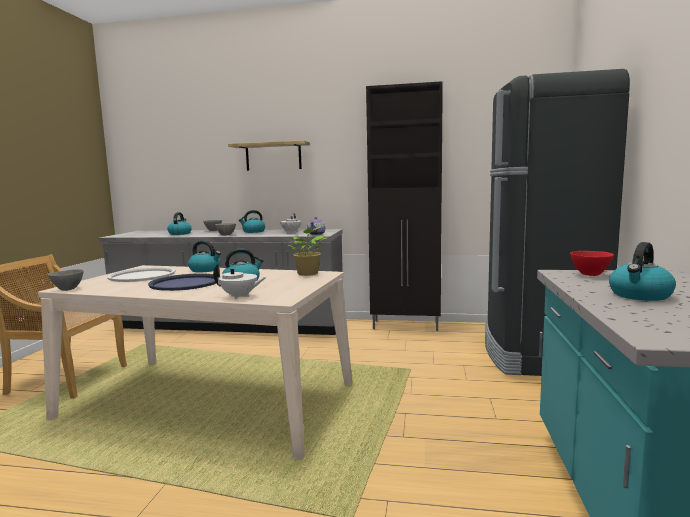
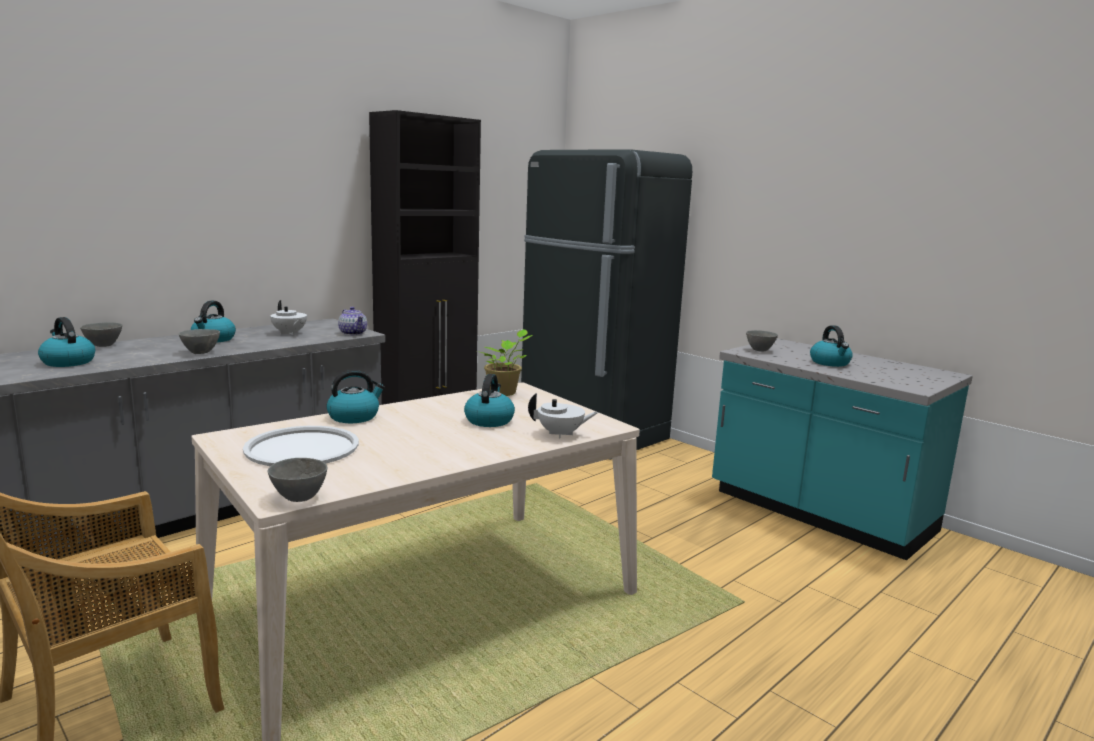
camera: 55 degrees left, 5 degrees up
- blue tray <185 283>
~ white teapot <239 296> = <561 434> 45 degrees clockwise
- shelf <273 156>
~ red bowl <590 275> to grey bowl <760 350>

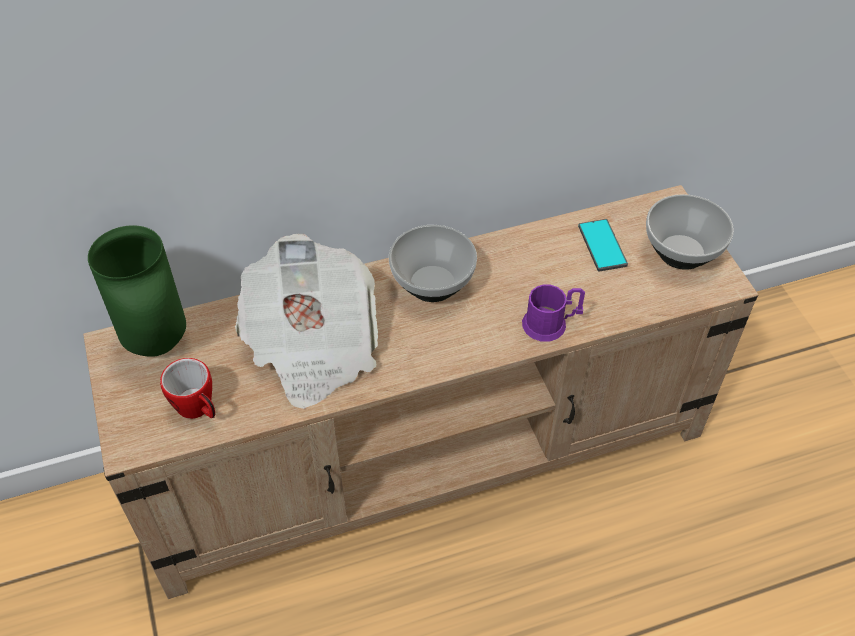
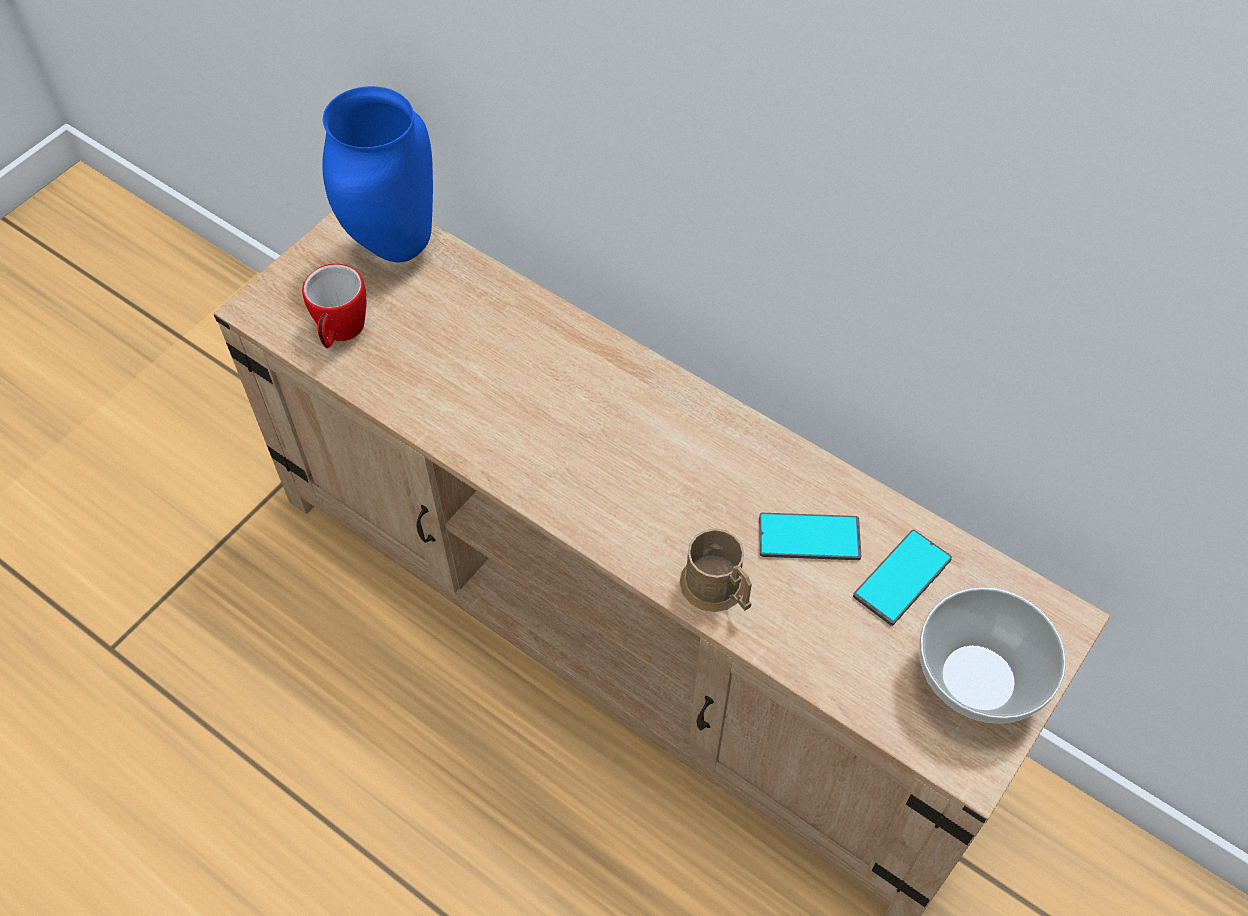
camera: 55 degrees right, 5 degrees up
~ green vase <155 344> to blue vase <393 246>
- newspaper <312 346>
- bowl <432 285>
~ purple mug <551 324> to brown mug <719 590>
+ phone <809 537>

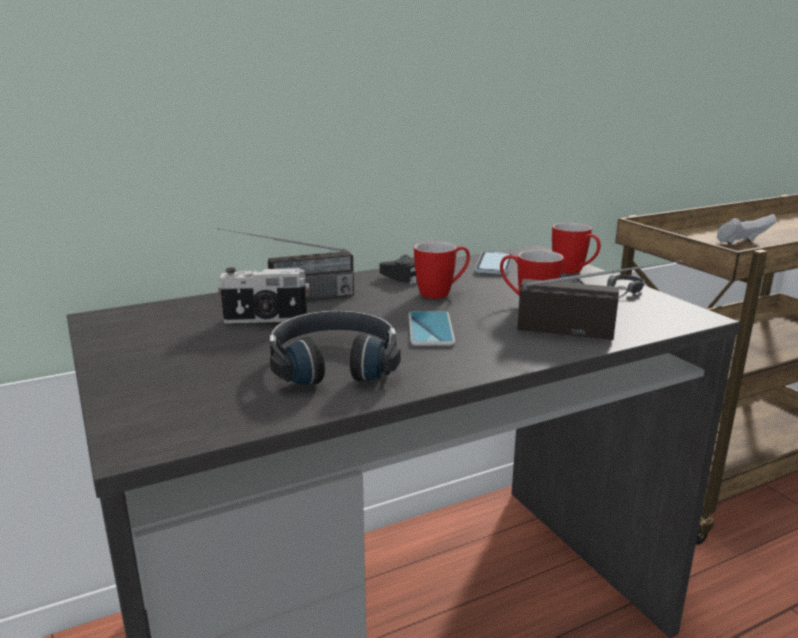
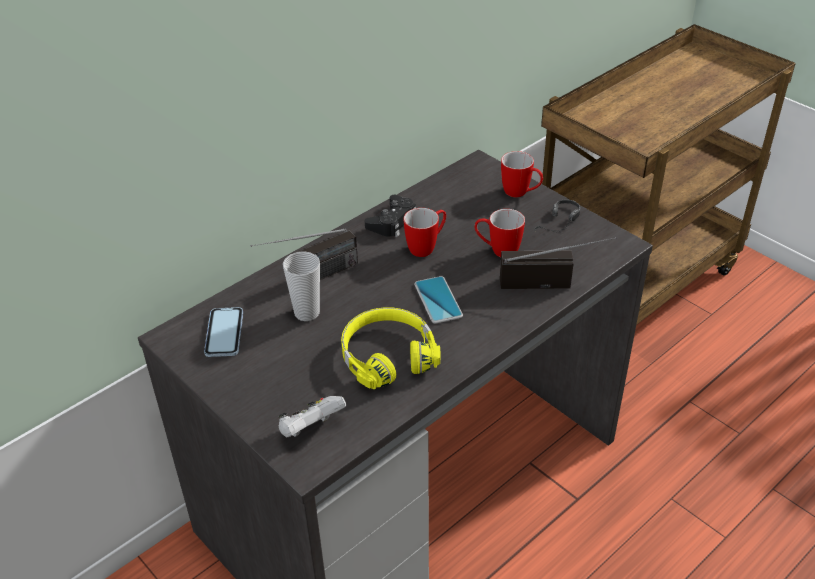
camera: 15 degrees left, 20 degrees up
~ photo camera <265 320> to cup <307 313>
~ black headphones <334 363> to yellow headphones <387 355>
~ phone <494 265> to <224 333>
~ white game controller <741 243> to <311 429>

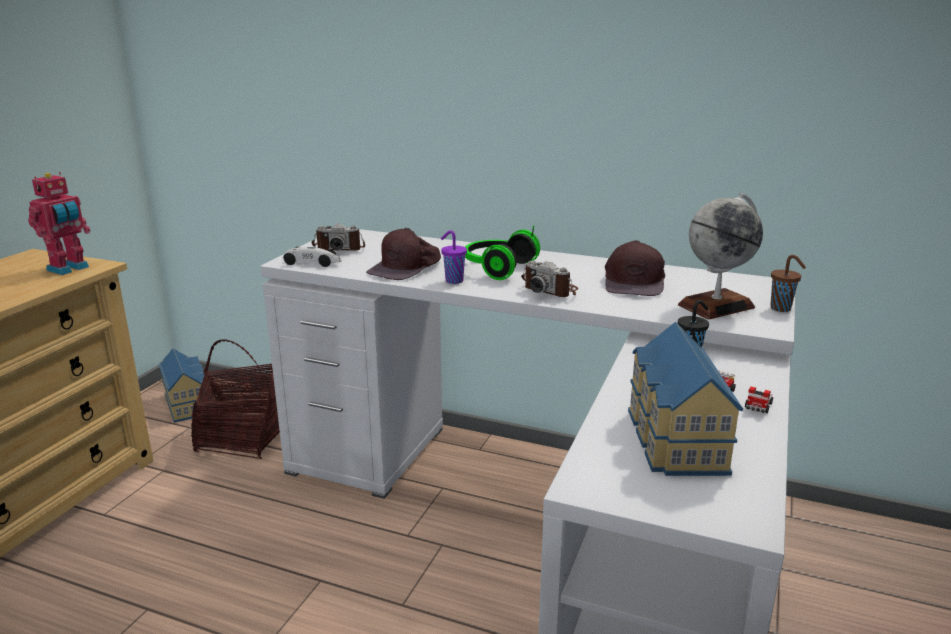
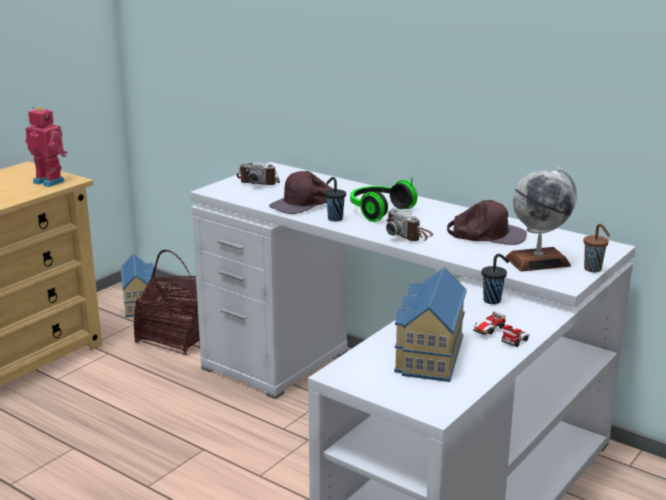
camera: 15 degrees right, 0 degrees up
~ toy robot <69 269> = <50 181> 105 degrees counterclockwise
- toy car <312 263>
~ purple cup <453 281> to black cup <334 219>
~ brown cap <635 282> = <487 234> 105 degrees counterclockwise

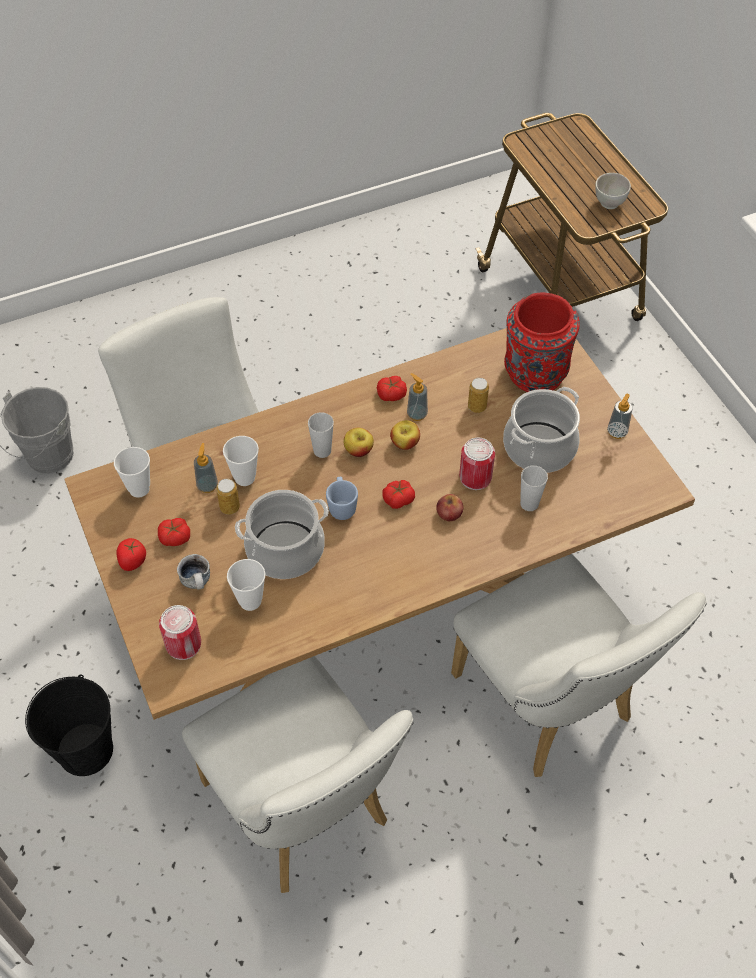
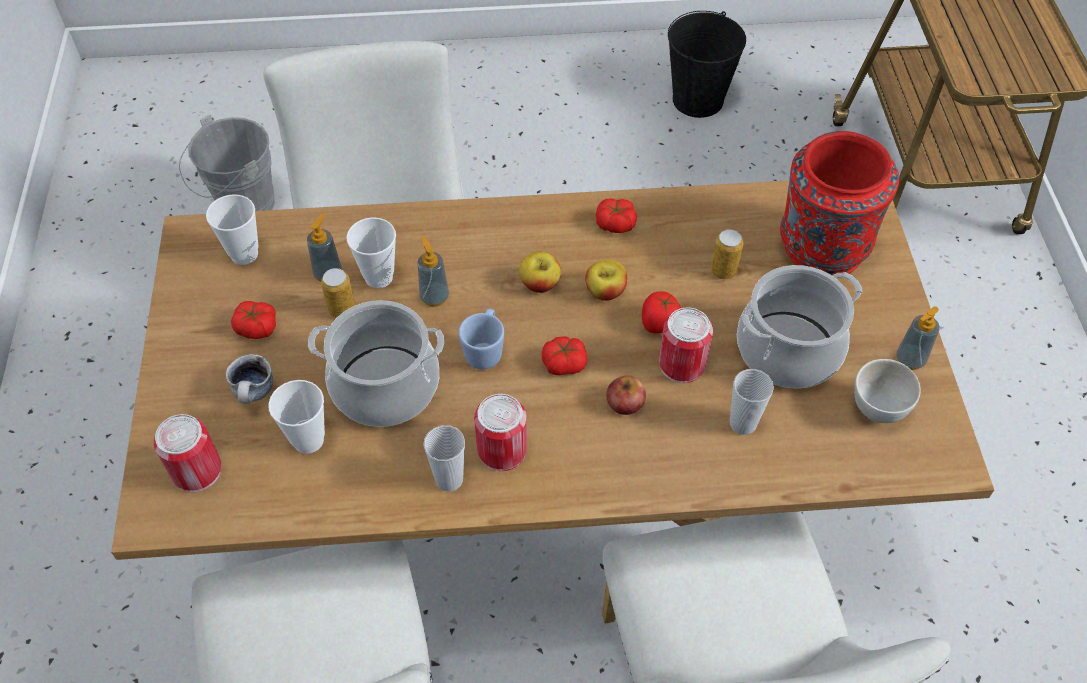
camera: 20 degrees right, 0 degrees up
~ black bucket <86 750> to <698 100>
~ tomato <132 561> to <658 323>
~ cup <322 451> to <449 479>
~ soap dispenser <417 414> to <434 297>
~ white bowl <609 204> to <877 410>
+ can <502 450>

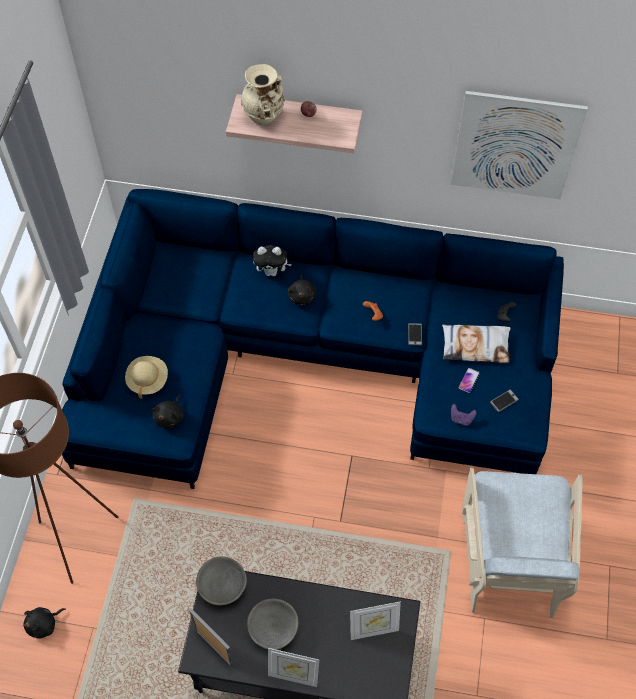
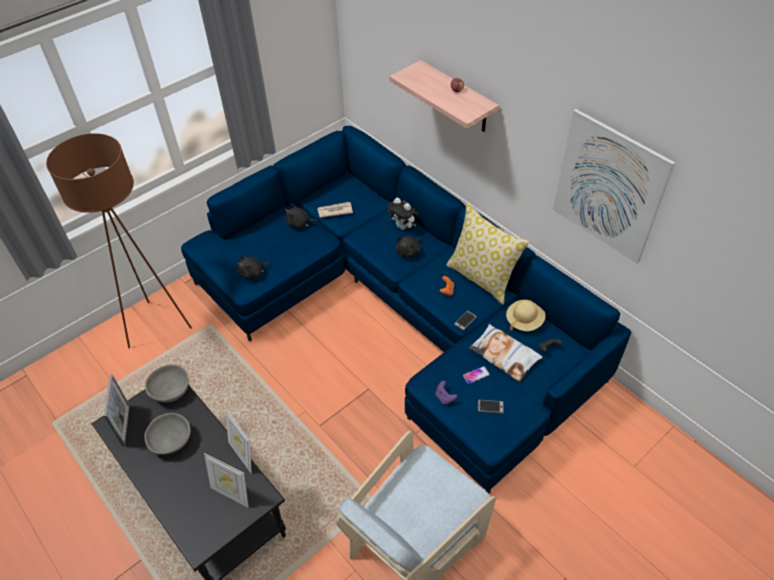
camera: 40 degrees right, 10 degrees down
~ black plush toy <44 624> to <299 224>
~ beige hat <147 380> to <524 321>
- beige vase <265 117>
~ picture frame <293 676> to <243 454>
+ newspaper <334 211>
+ pillow <482 278>

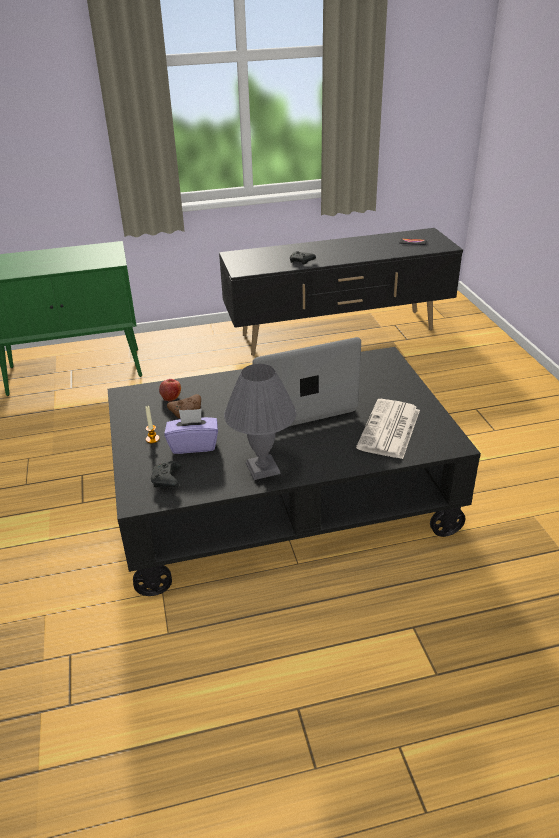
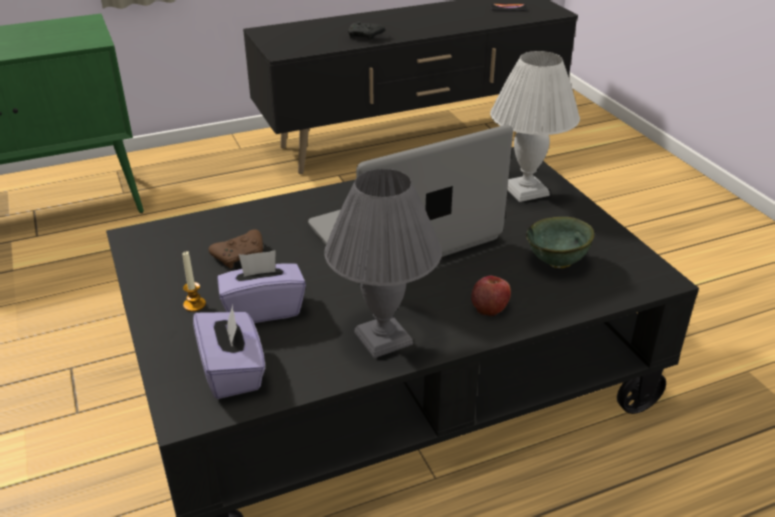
camera: 10 degrees left, 0 degrees up
~ black game controller <167 480> to purple tissue box <233 371>
~ apple <171 397> to <490 307>
~ newspaper <389 430> to green bowl <557 263>
+ white table lamp <525 191>

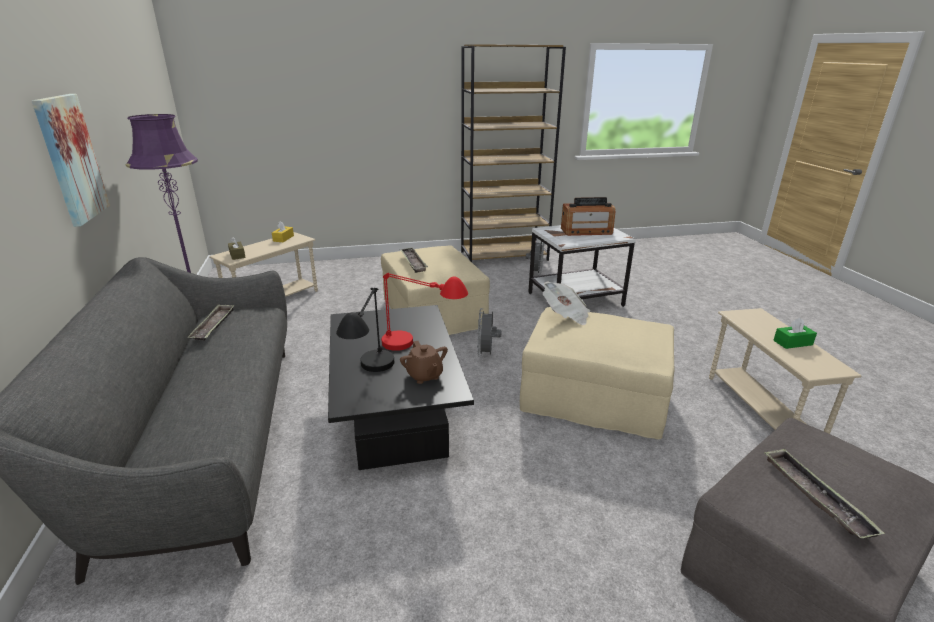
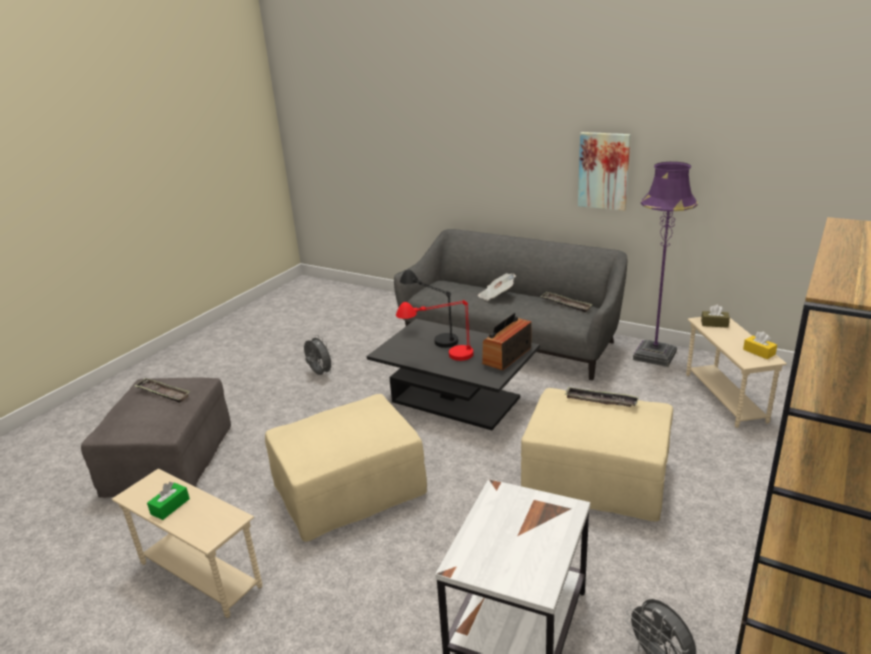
camera: 135 degrees right, 0 degrees up
- brown teapot <424 375>
~ grey fan <486 354> to <320 374>
~ newspaper <565 315> to <496 296>
~ radio <586 231> to <507 356>

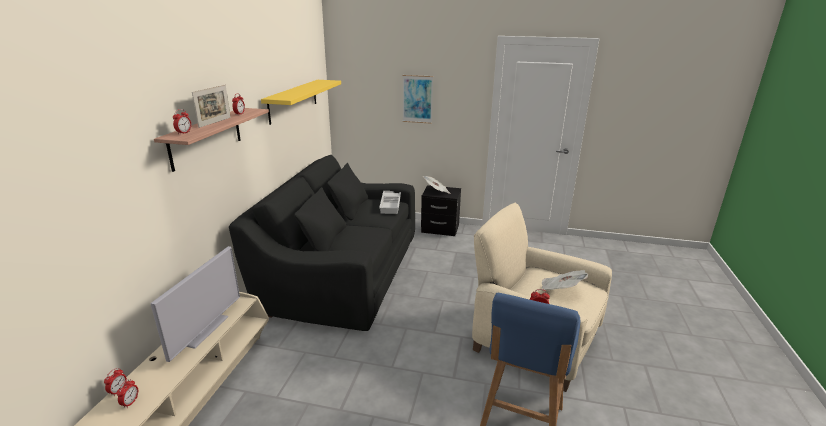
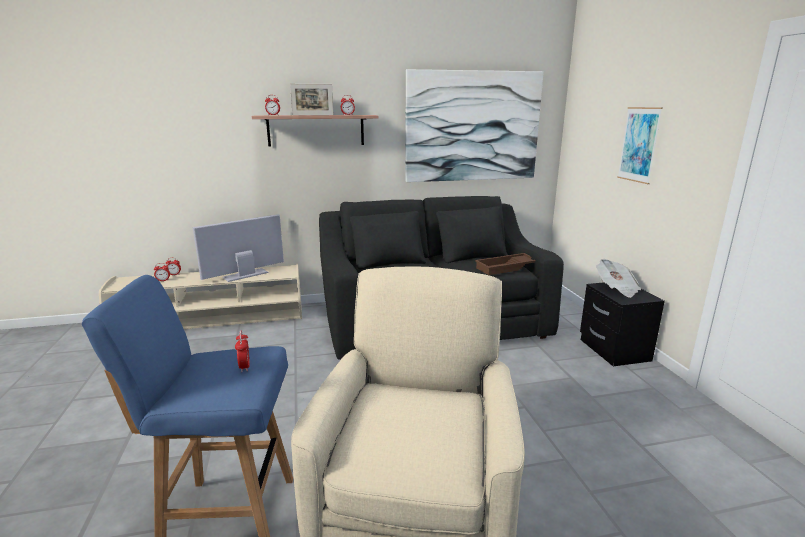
camera: 65 degrees right, 5 degrees down
~ television <204 330> = <245 275> 150 degrees clockwise
~ yellow shelf <293 100> to picture <473 127>
~ white tray <391 205> to brown tray <506 268>
- newspaper <560 290>

